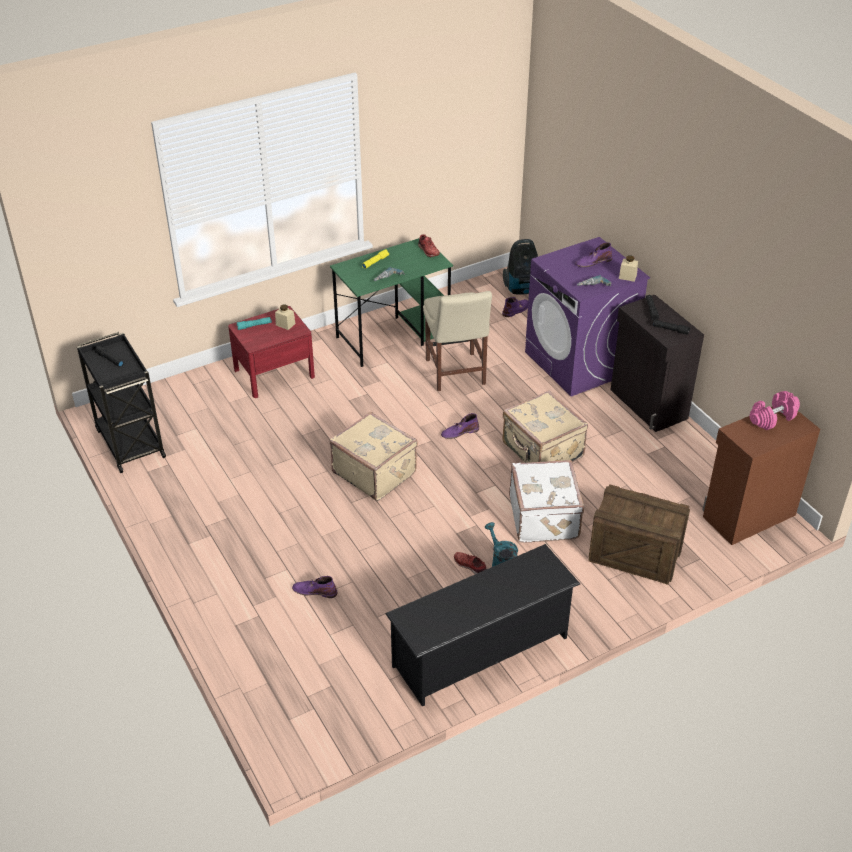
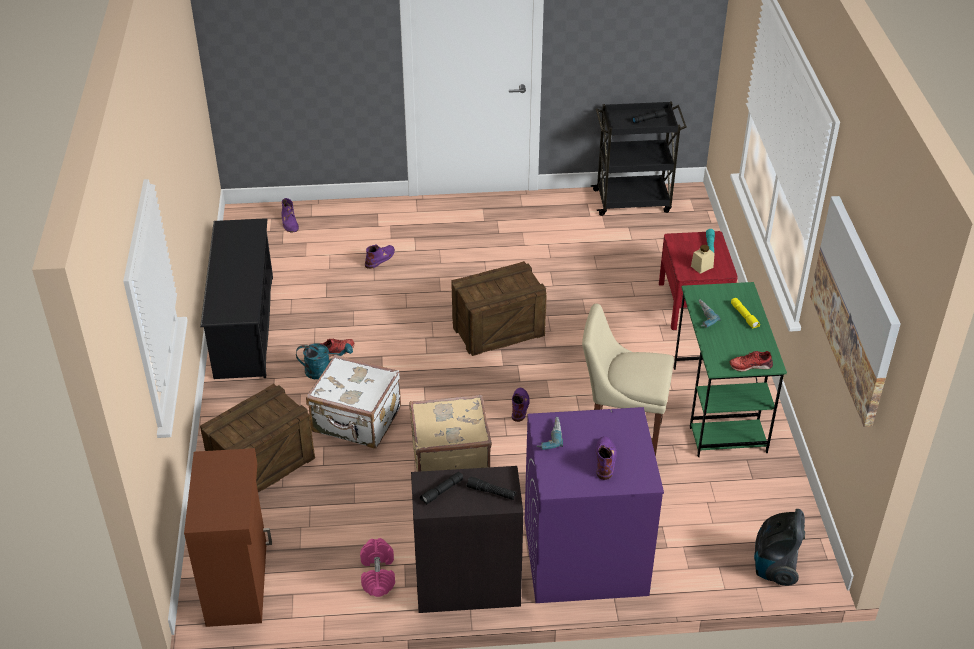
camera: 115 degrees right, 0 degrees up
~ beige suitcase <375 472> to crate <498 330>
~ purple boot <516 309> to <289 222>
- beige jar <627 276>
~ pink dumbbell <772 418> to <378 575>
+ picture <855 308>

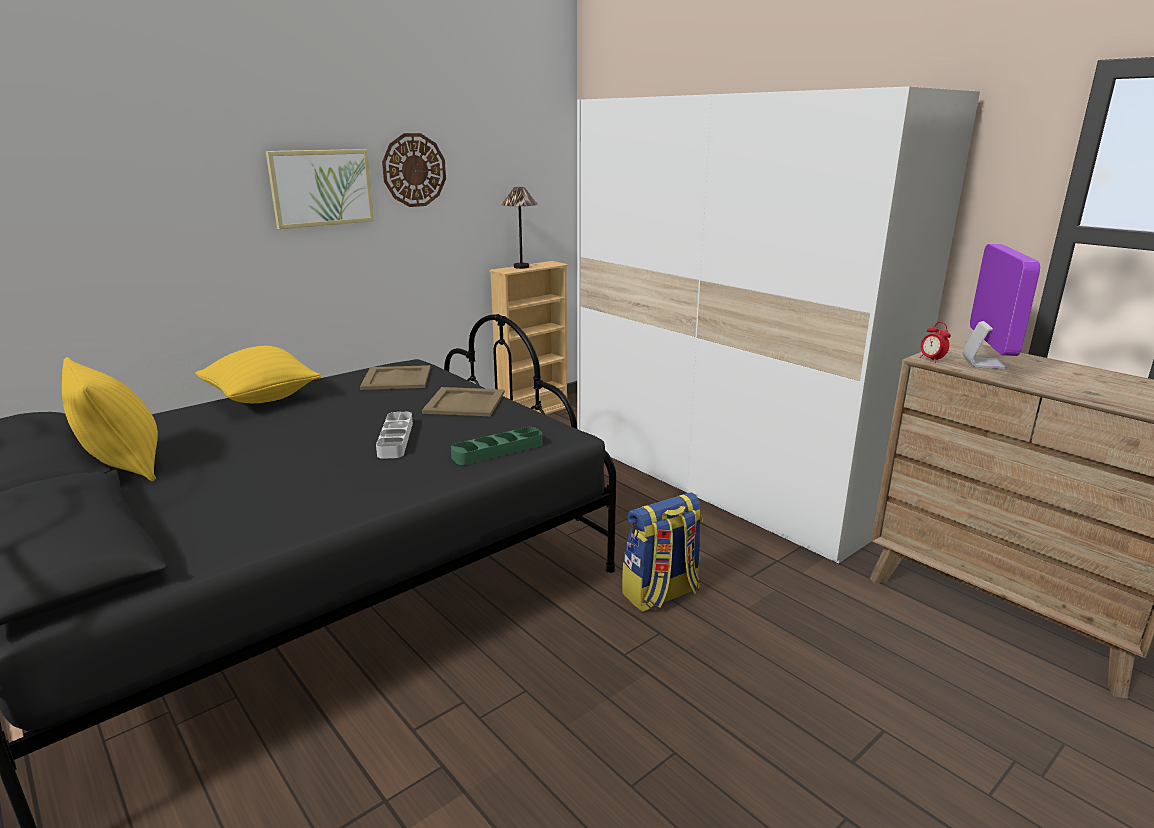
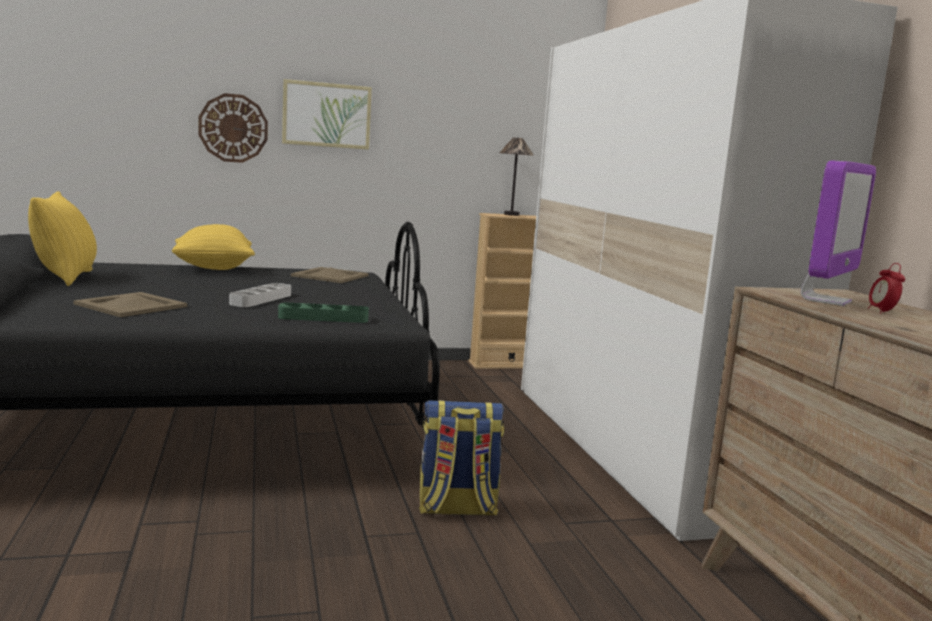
camera: 25 degrees right, 10 degrees down
~ wall clock <414 170> to <233 128>
~ beige tray <464 402> to <130 305>
~ alarm clock <931 360> to <881 312>

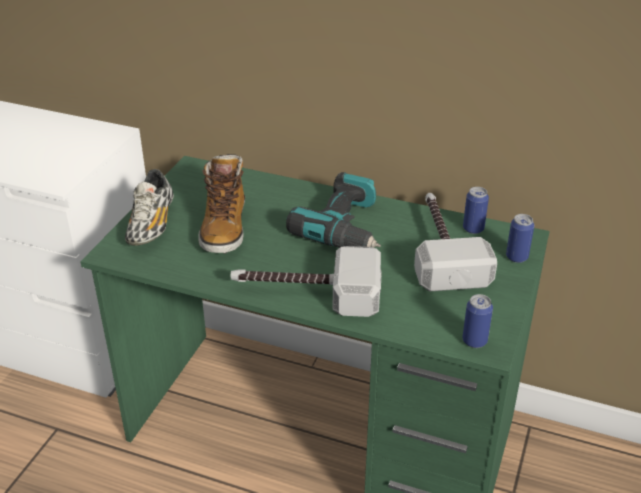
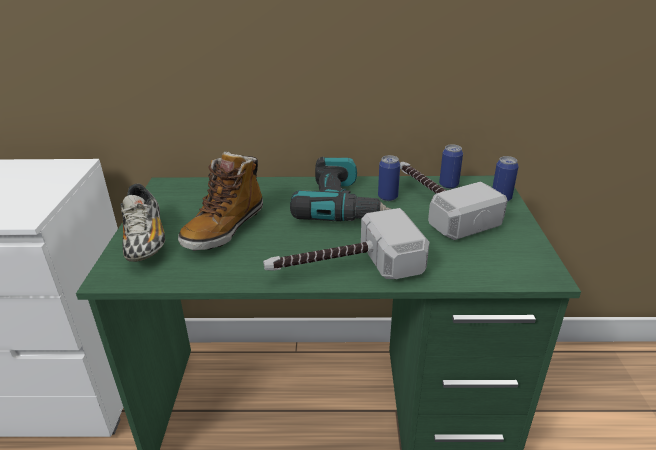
camera: 20 degrees left, 5 degrees down
~ boot <224 228> = <225 228> 45 degrees clockwise
~ can <474 341> to <387 197>

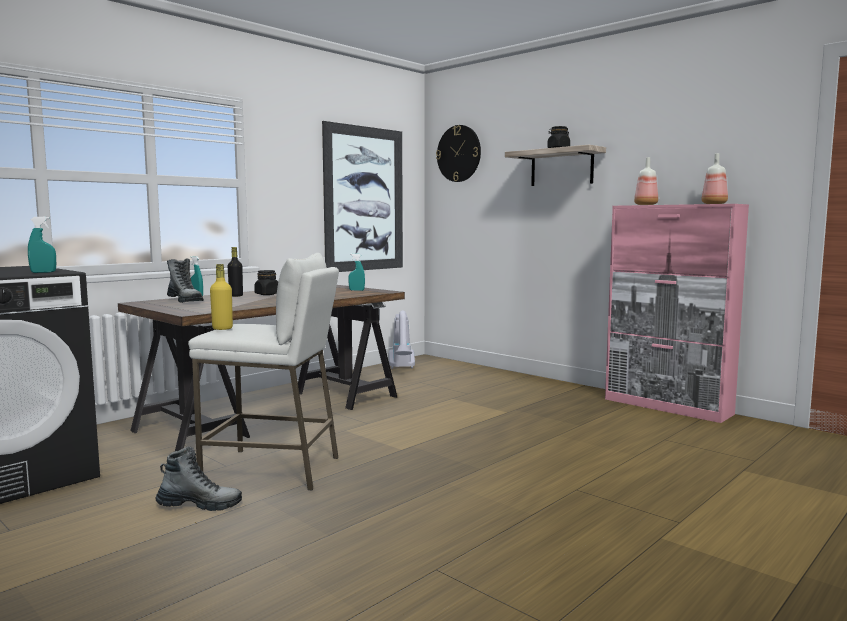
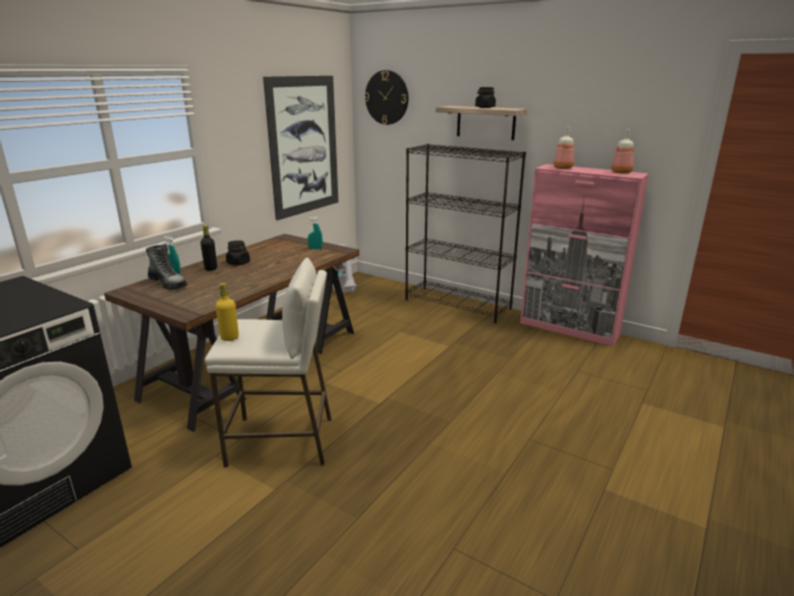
camera: 10 degrees left, 15 degrees up
- turquoise spray bottle <43 272>
- boot <200 505>
+ black bookcase <458 304>

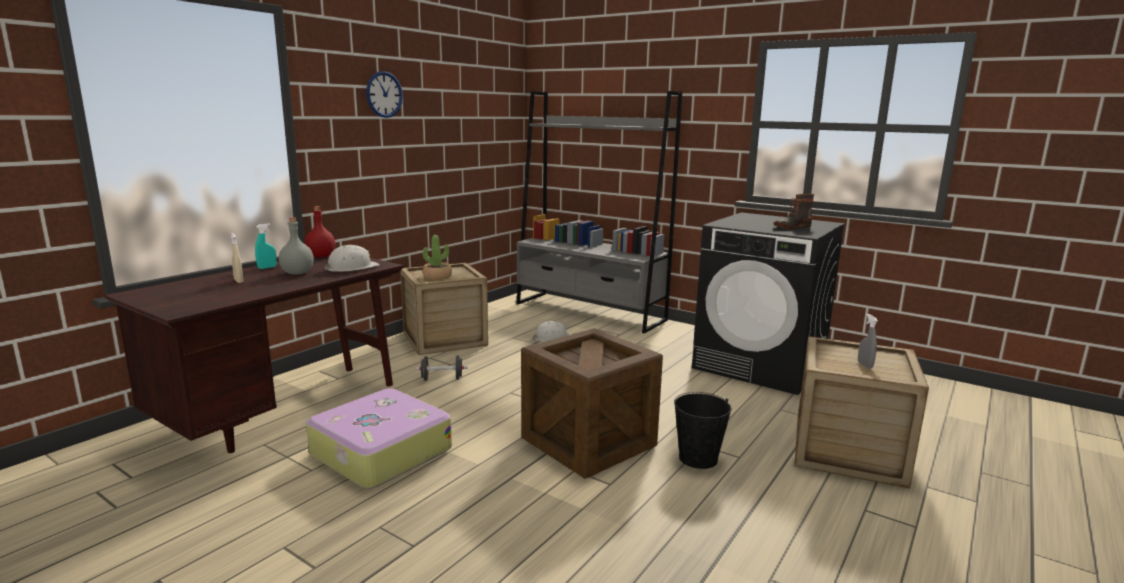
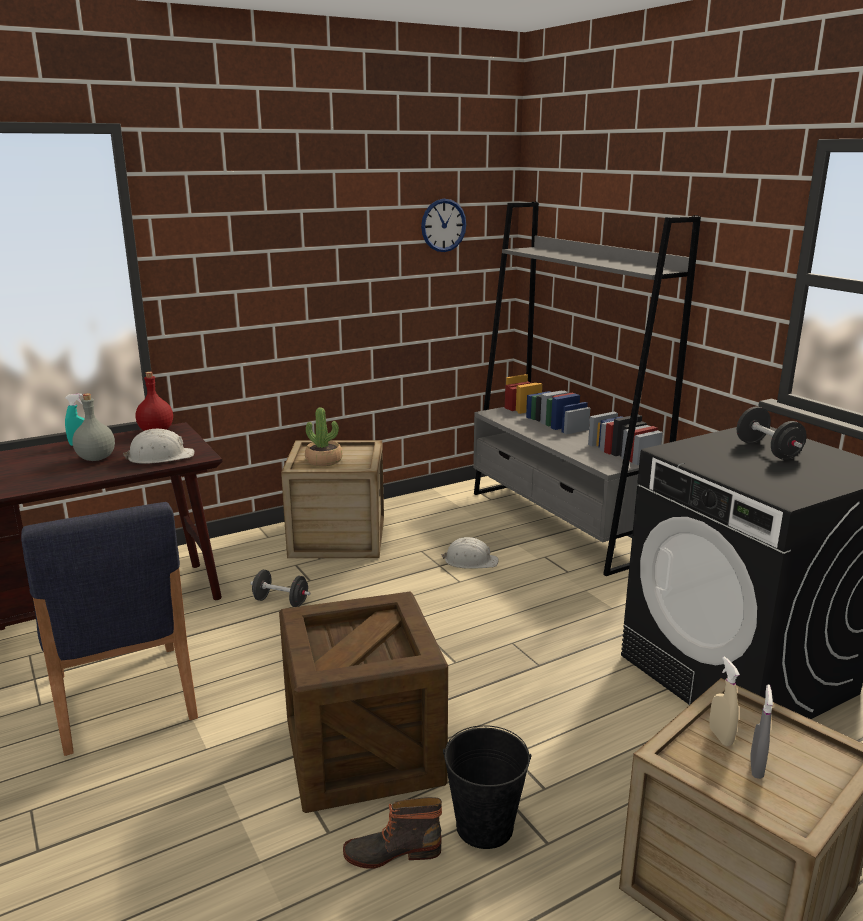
camera: 25 degrees right, 5 degrees up
~ beige spray bottle <238 281> to <720 736>
~ suitcase <379 452> to blue chair <123 698>
~ wall clock <384 94> to <443 225>
~ boot <791 227> to <392 851>
+ black dumbbell <767 450>

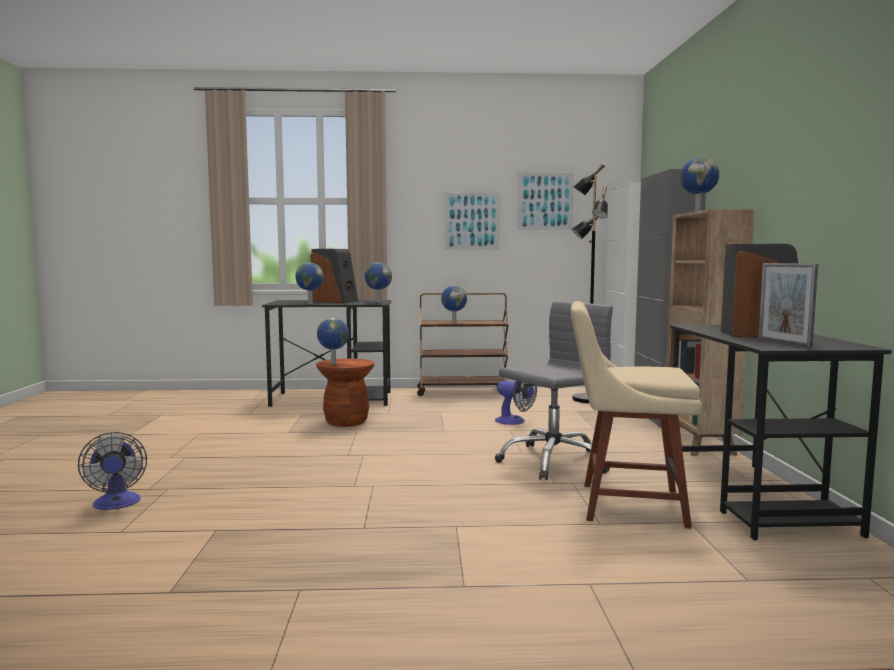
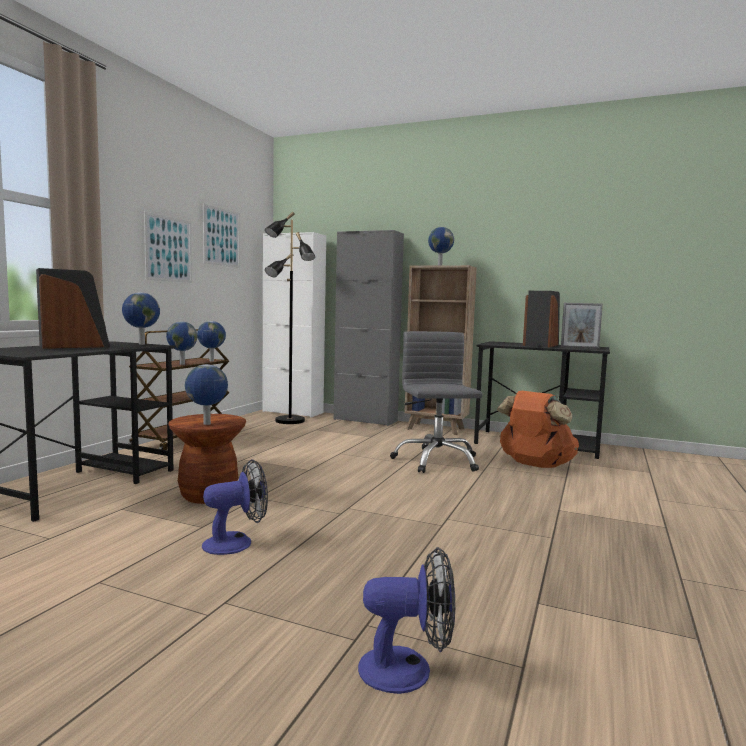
camera: 65 degrees left, 0 degrees up
~ globe <309 303> to <211 361>
~ fan <515 421> to <236 542>
~ beige chair <625 504> to orange backpack <535 465>

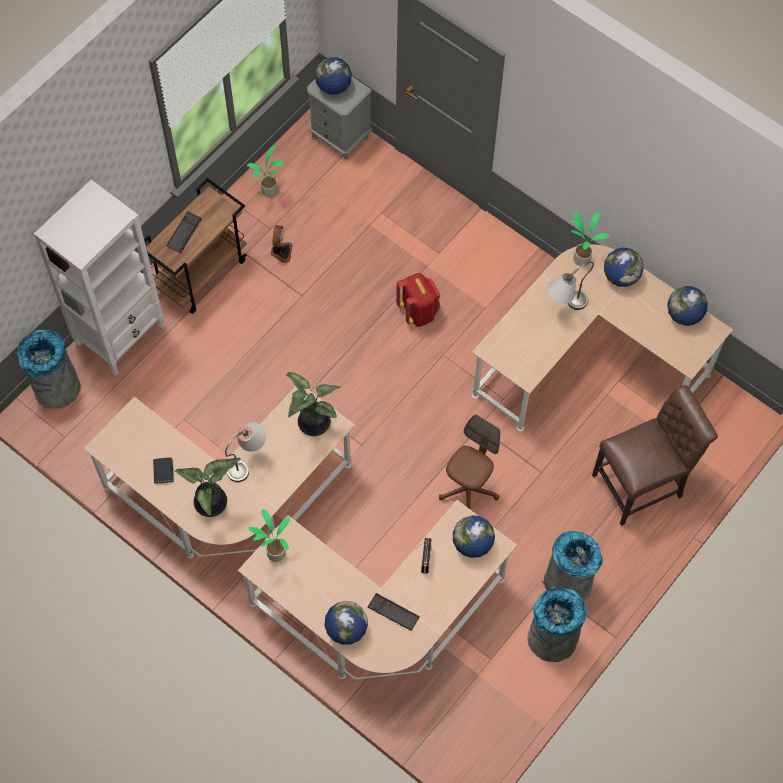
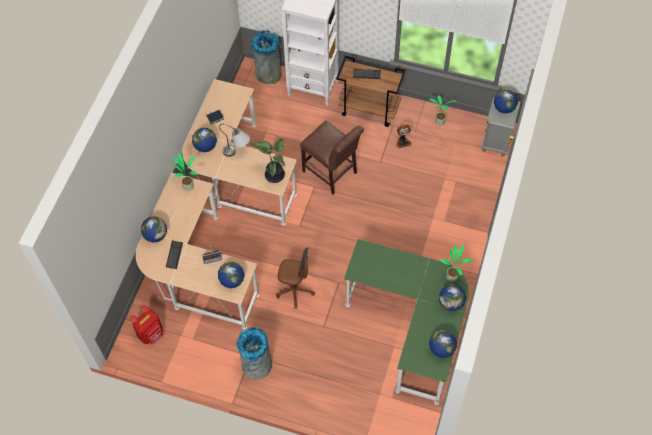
camera: 70 degrees right, 5 degrees down
~ potted plant <213 503> to globe <205 147>
~ red backpack <418 312> to <151 334>
~ beige desk <587 360> to green desk <412 327>
- grey trash can <551 638>
- grey table lamp <564 306>
~ brown chair <642 484> to <331 174>

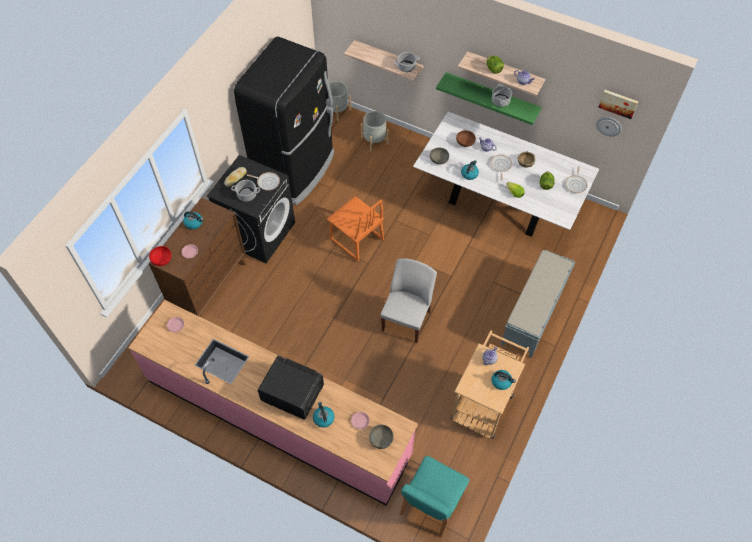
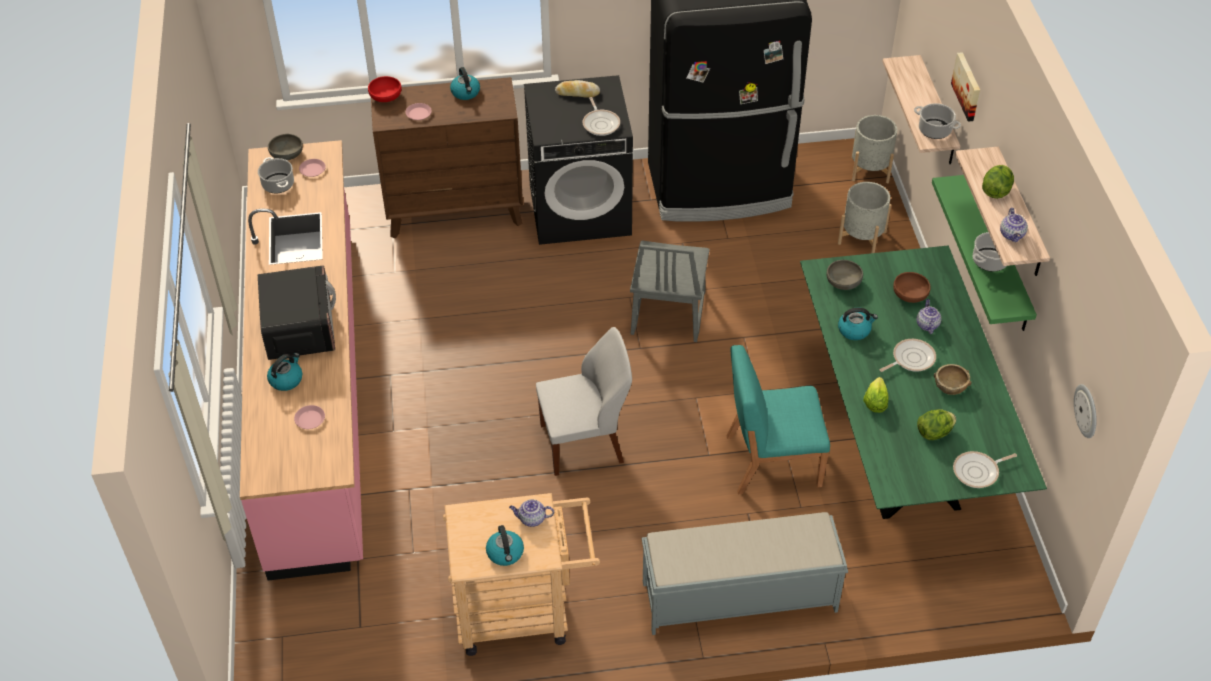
camera: 55 degrees right, 10 degrees down
~ cooking pot <246 195> to <277 184>
~ orange chair <356 240> to grey chair <667 313>
~ grey bowl <381 439> to <287 155>
~ turquoise chair <431 503> to <771 460>
~ white dining table <497 205> to green dining table <898 444>
~ picture <618 103> to <968 86>

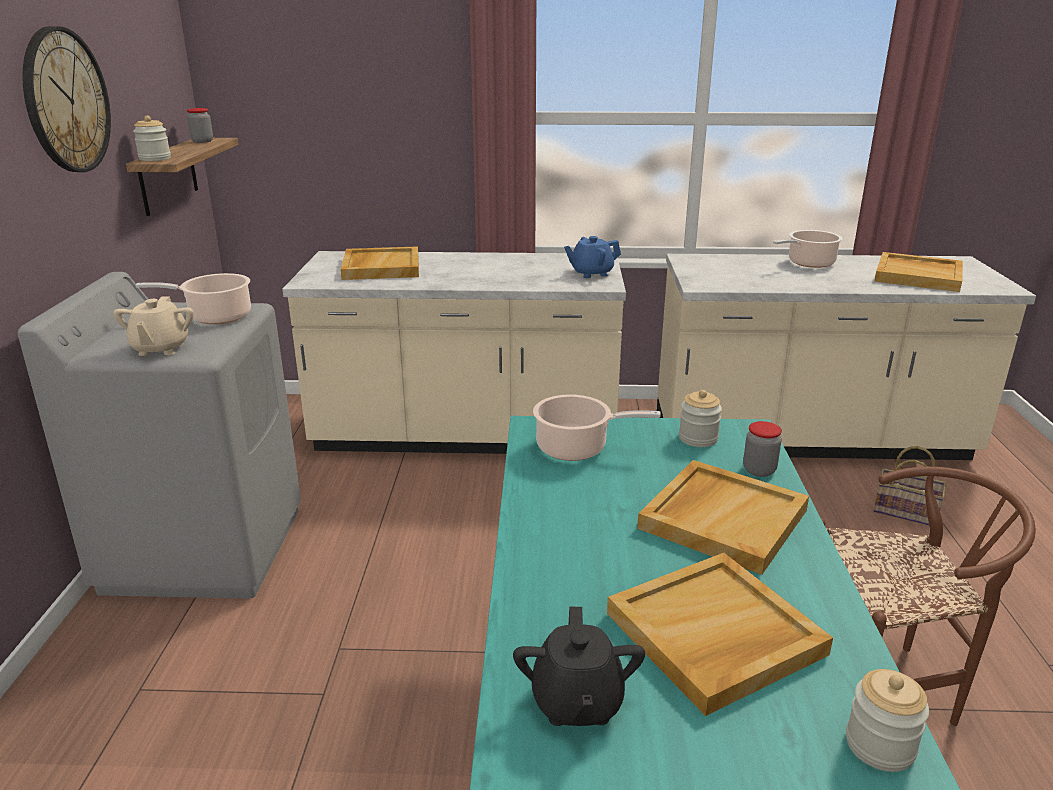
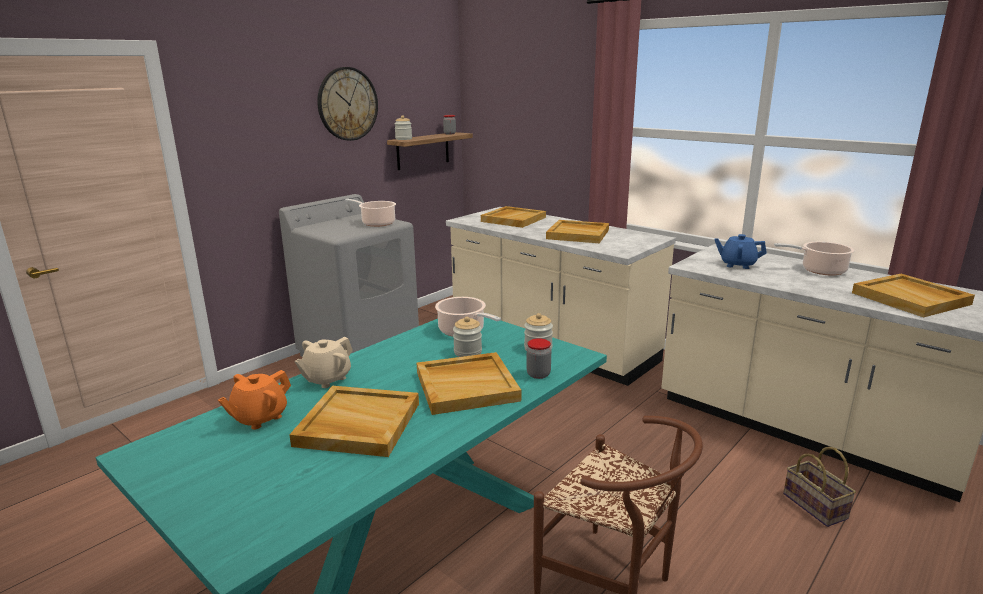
camera: 40 degrees right, 5 degrees down
~ beige teapot <160 349> to <326 379>
~ black teapot <577 703> to orange teapot <259 418>
~ blue teapot <591 273> to <737 264>
~ jar <880 745> to <467 352>
+ beige tray <578 234>

